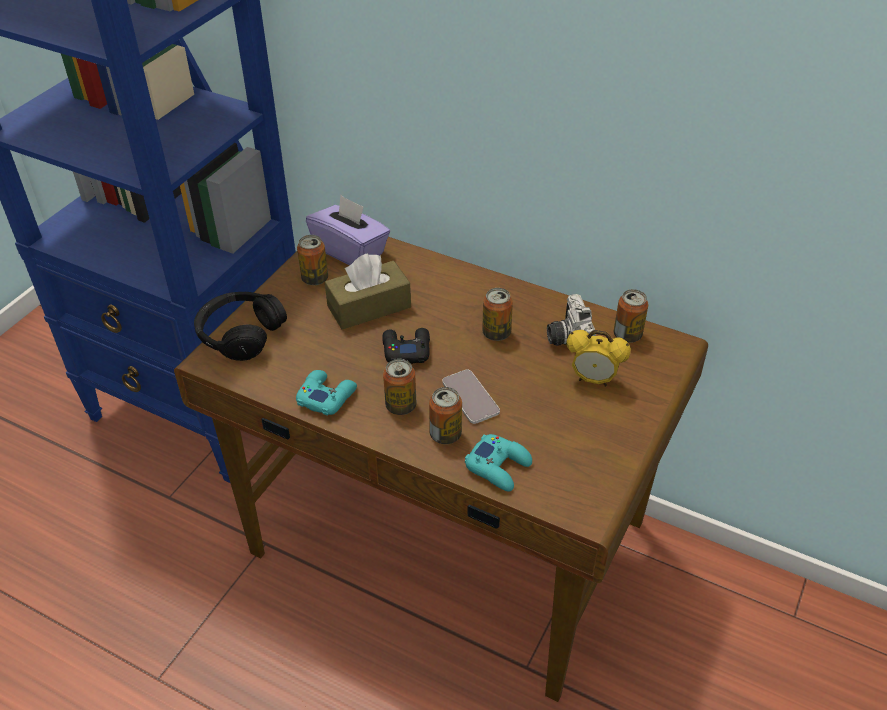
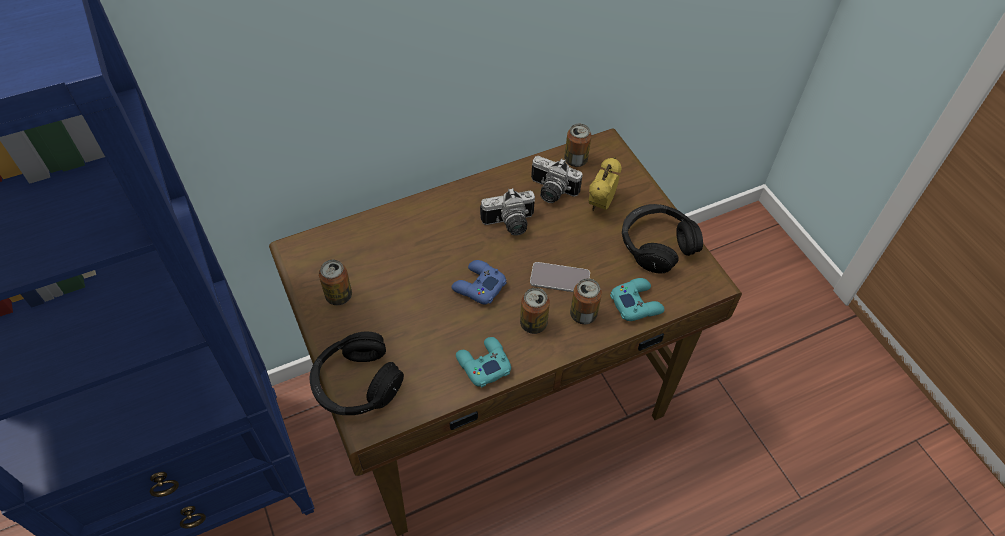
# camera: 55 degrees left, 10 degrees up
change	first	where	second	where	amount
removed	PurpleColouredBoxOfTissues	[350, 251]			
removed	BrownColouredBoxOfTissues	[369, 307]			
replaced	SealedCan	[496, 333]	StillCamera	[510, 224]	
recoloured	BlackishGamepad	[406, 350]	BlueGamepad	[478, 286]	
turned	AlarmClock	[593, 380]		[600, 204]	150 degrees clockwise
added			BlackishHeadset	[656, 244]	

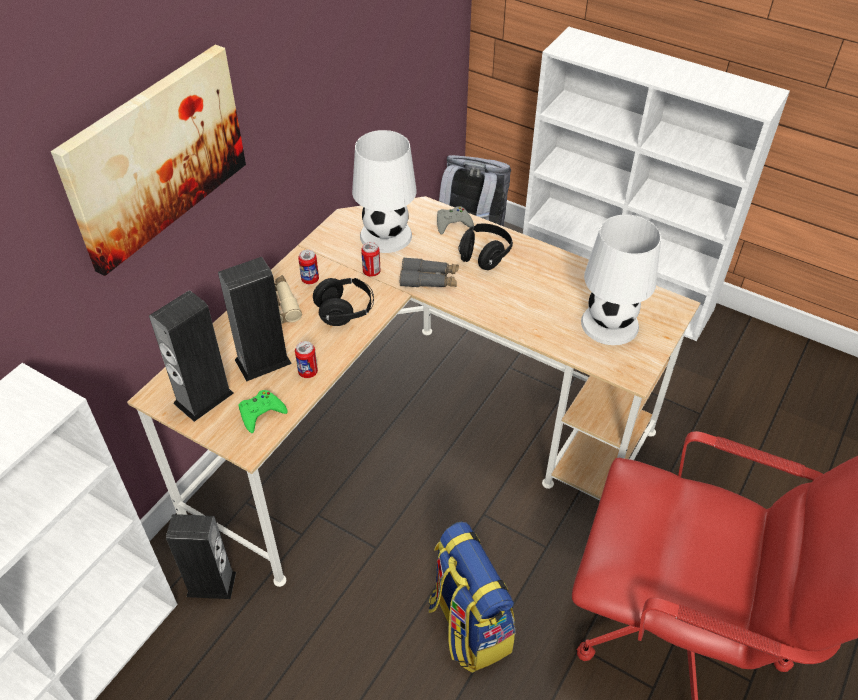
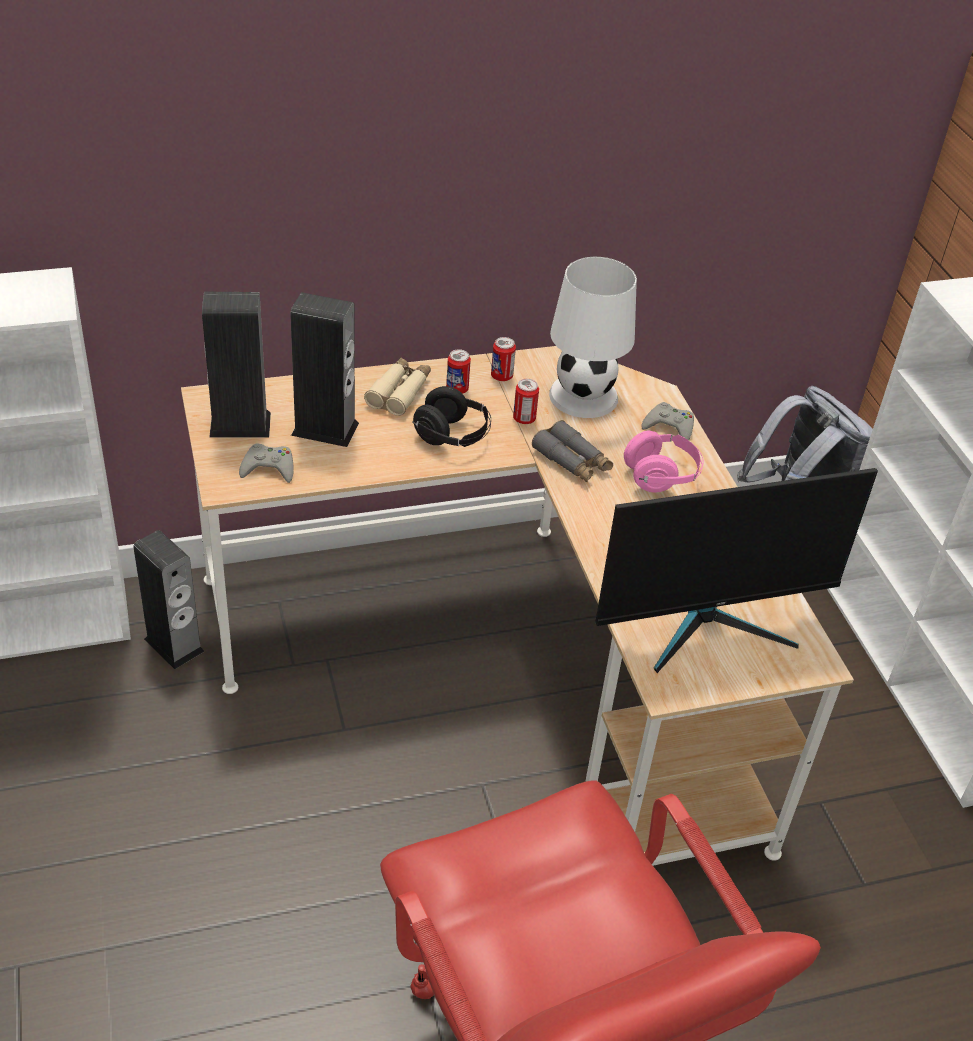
# camera: 40 degrees right, 5 degrees down
change	first	where	second	where	amount
removed	WallPicture	[155, 156]			
replaced	WhiteColouredLampForATable	[609, 323]	Monitor	[710, 624]	
recoloured	BlackishHeadset	[484, 256]	PinkishHeadset	[661, 476]	
moved	SealedCan	[308, 372]		[501, 376]	
recoloured	GreenGamepad	[261, 413]	GrayGamepad	[269, 468]	
removed	Knapsack	[468, 626]			

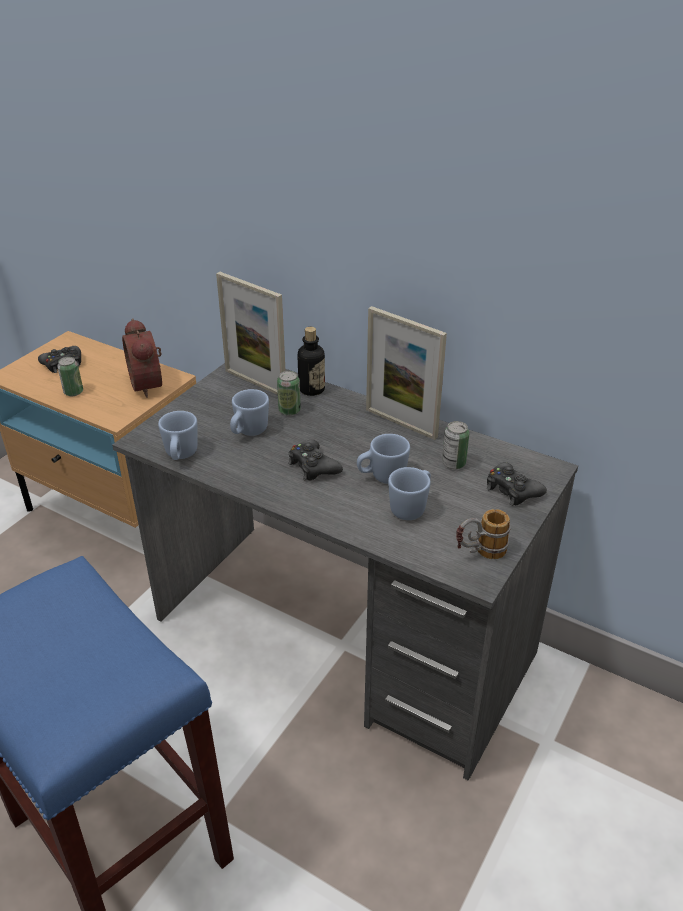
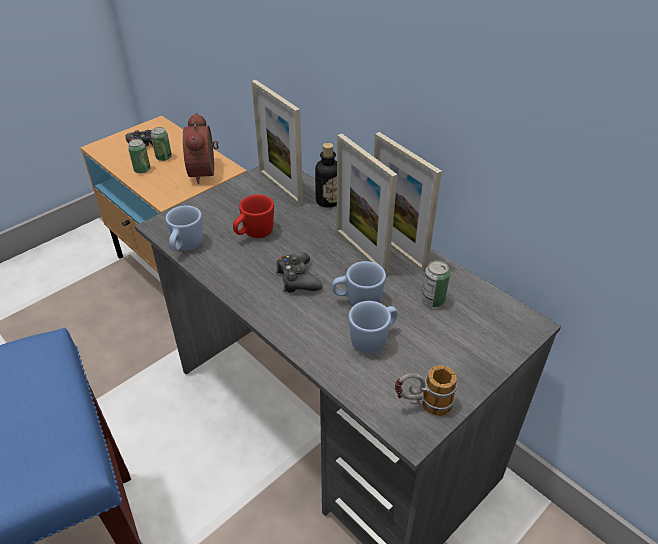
# camera: 15 degrees right, 5 degrees up
change	first	where	second	where	amount
moved	SealedCan	[289, 411]		[164, 157]	
recoloured	BlueMug	[248, 432]	ReddishMug	[254, 234]	
removed	BlackishGamepad	[512, 490]			
added			PictureFrame	[361, 251]	

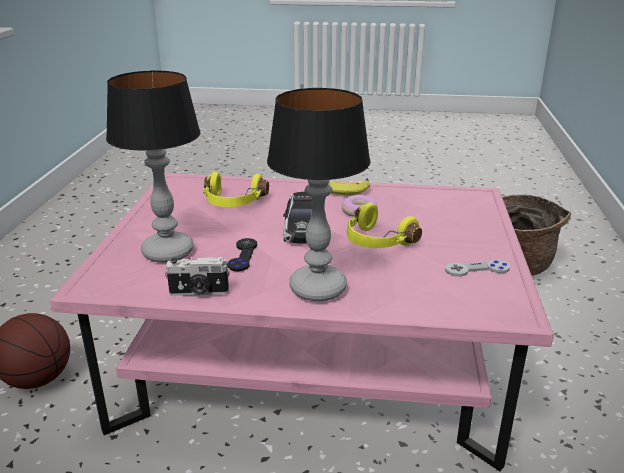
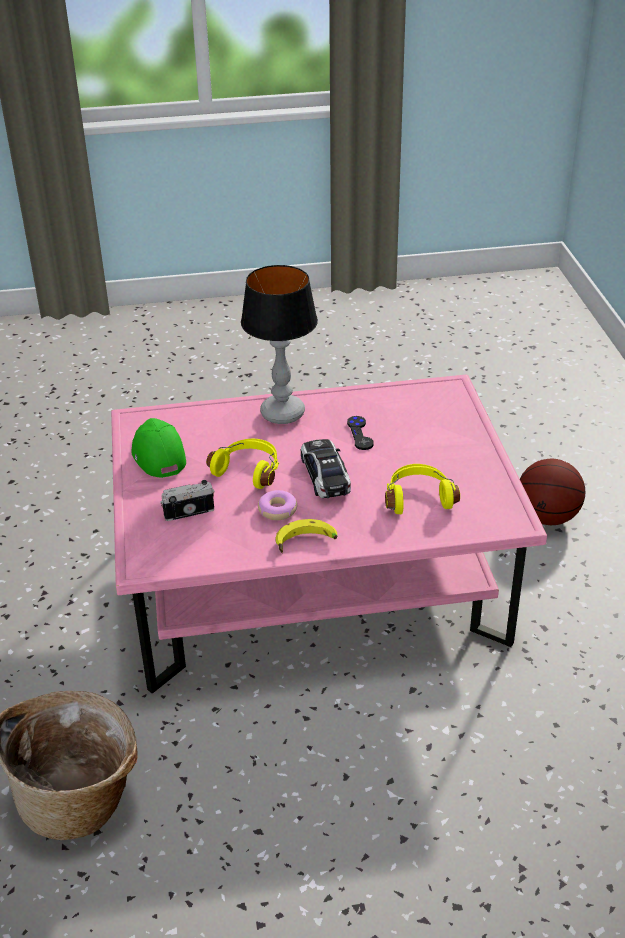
# camera: 165 degrees right, 10 degrees up
change	first	where	second	where	amount
removed	LampForATable	[167, 252]			
moved	StillCamera	[199, 292]		[188, 511]	
replaced	GrayGamepad	[477, 269]	GreenBaseballCap	[157, 455]	

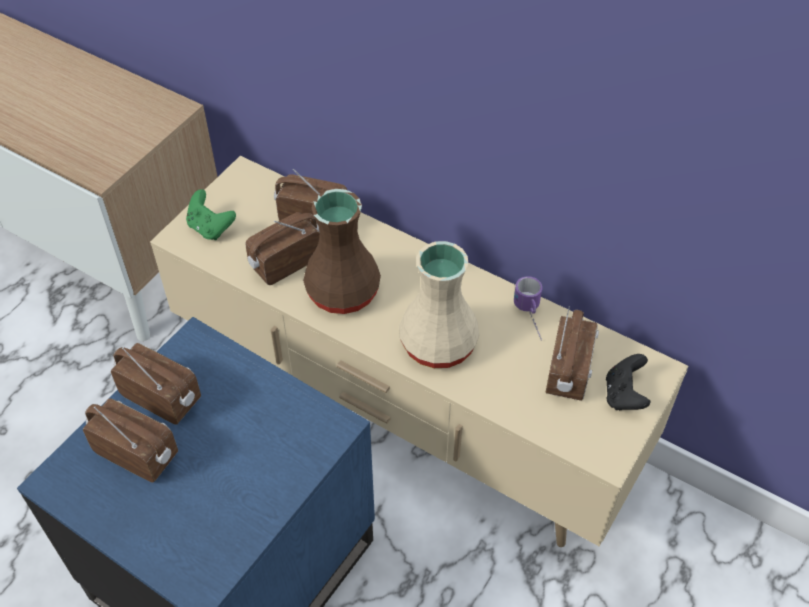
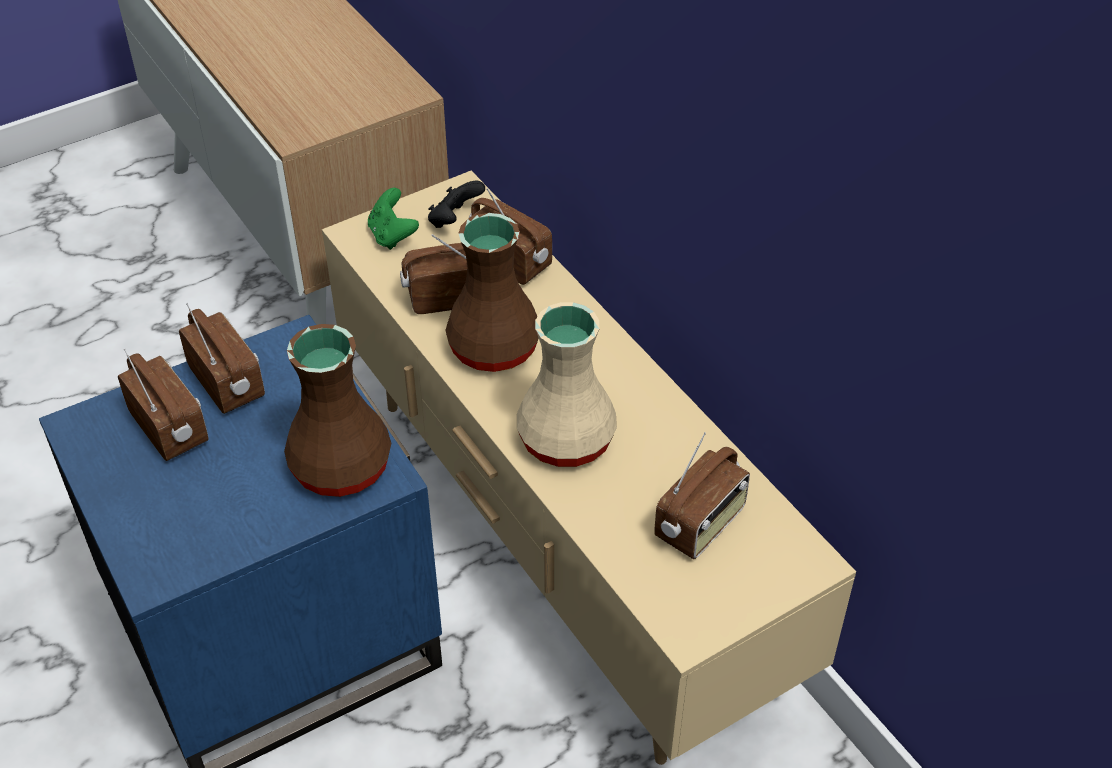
# camera: 25 degrees right, 5 degrees down
change	first	where	second	where	amount
removed	Mug	[530, 319]			
moved	BlackishGamepad	[624, 395]		[454, 220]	
added			BrownColouredFlowerVase	[340, 469]	

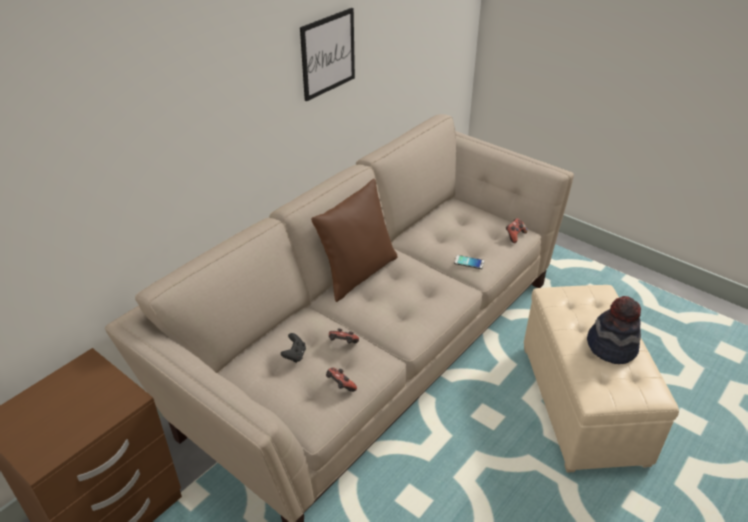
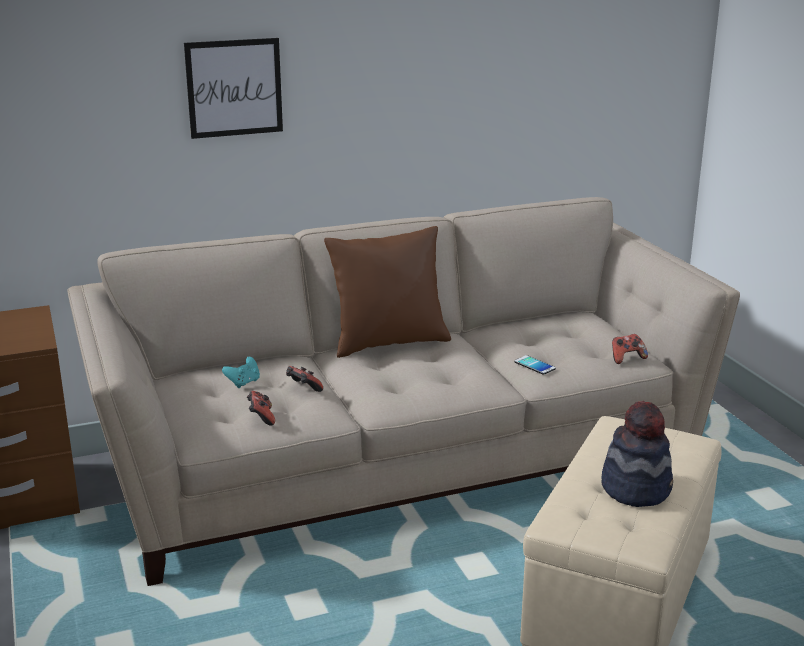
# camera: 30 degrees right, 15 degrees down
change	first	where	second	where	amount
moved	WallPicture	[328, 54]		[234, 88]	
recoloured	BlackishGamepad	[295, 355]	TurquoiseColouredGamepad	[243, 383]	

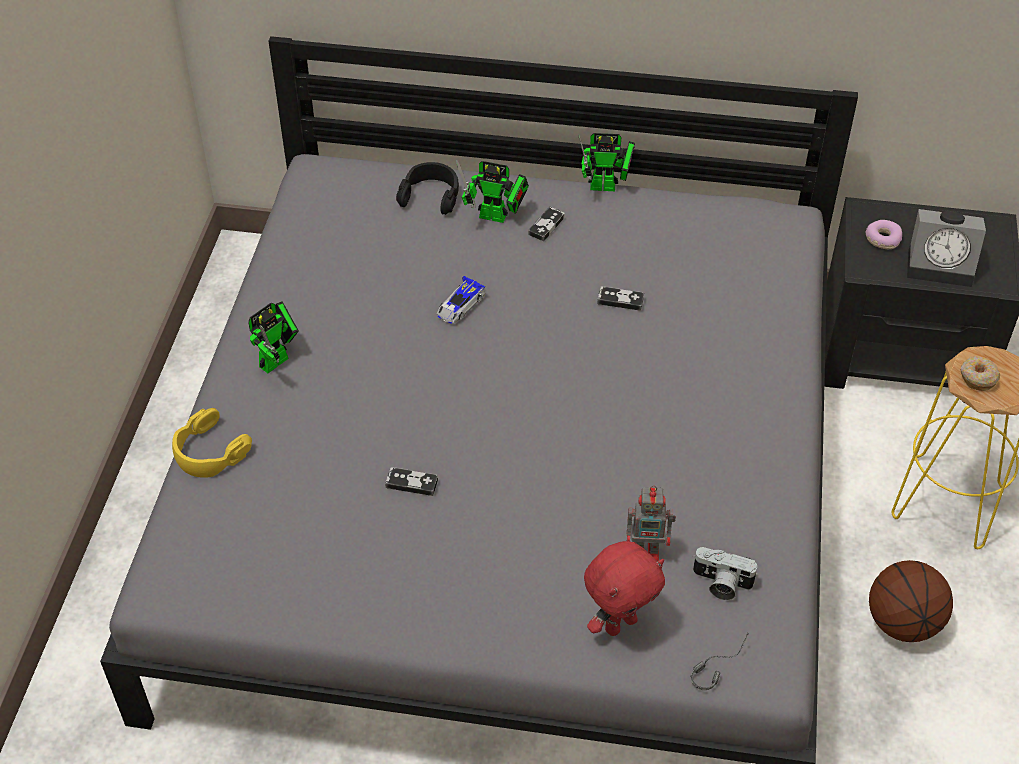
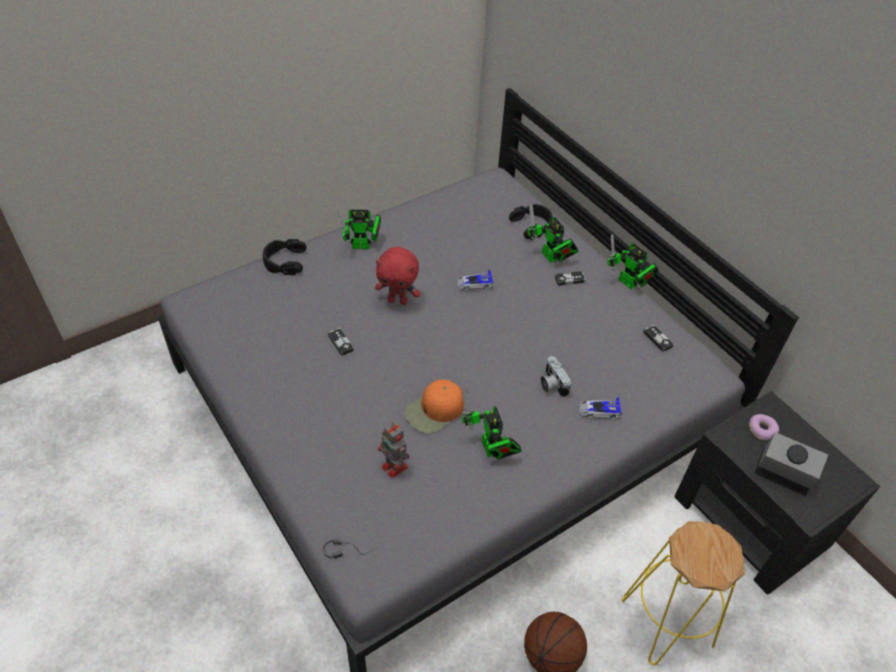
# camera: 45 degrees right, 0 degrees up
change	first	where	second	where	amount
turned	AlarmClock	[942, 265]		[781, 473]	150 degrees clockwise
moved	Gamepad	[620, 300]		[657, 339]	
removed	Donut	[977, 378]			
recoloured	YellowishHeadset	[209, 452]	BlackishHeadset	[284, 261]	
moved	ReddishSoftToy	[620, 623]		[398, 301]	
moved	StillCamera	[720, 584]		[551, 384]	
added			OrangeColouredBaseballCap	[435, 411]	
added			RobotFigure	[490, 450]	
added			MiniatureCar	[599, 411]	

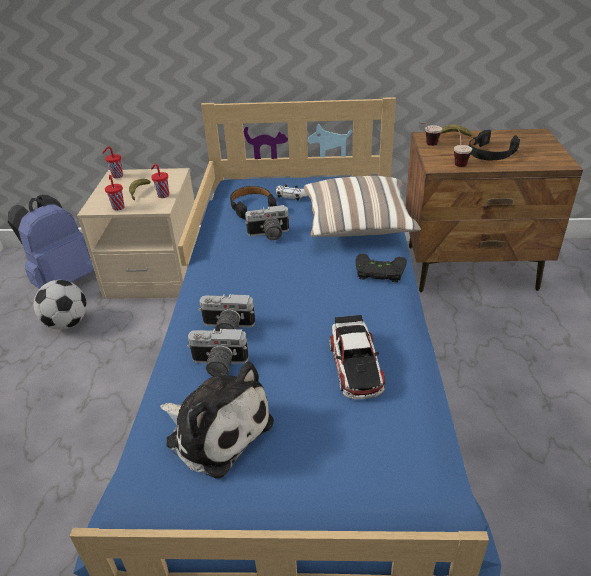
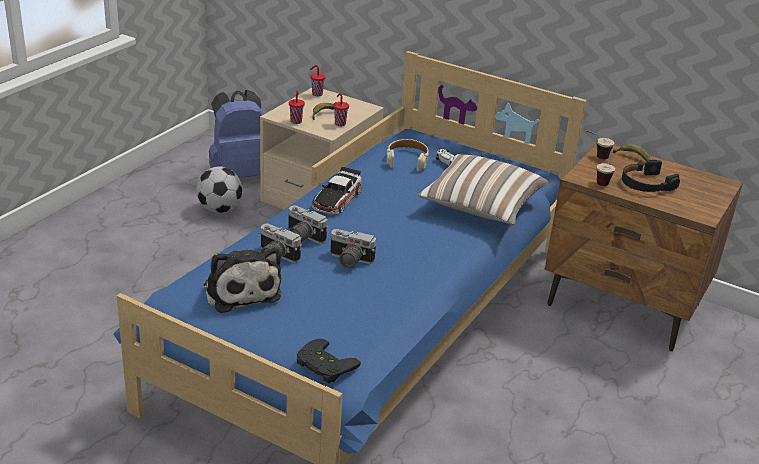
# camera: 25 degrees right, 5 degrees down
change	first	where	second	where	amount
recoloured	BlackishHeadset	[252, 207]	BeigeHeadset	[407, 160]	
moved	StillCamera	[269, 235]		[349, 261]	
moved	BlackishGamepad	[379, 272]		[323, 366]	
moved	MiniatureCar	[355, 365]		[337, 199]	

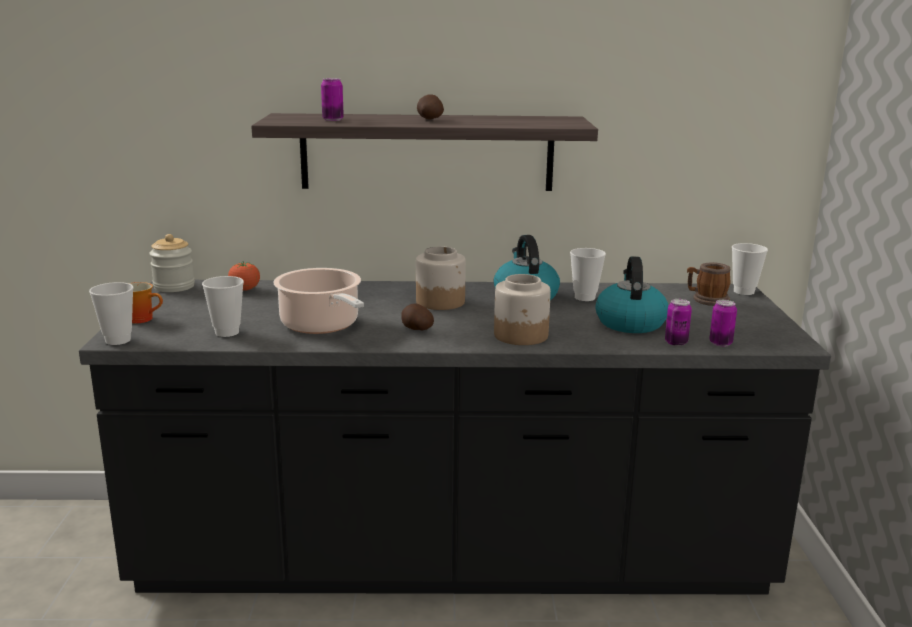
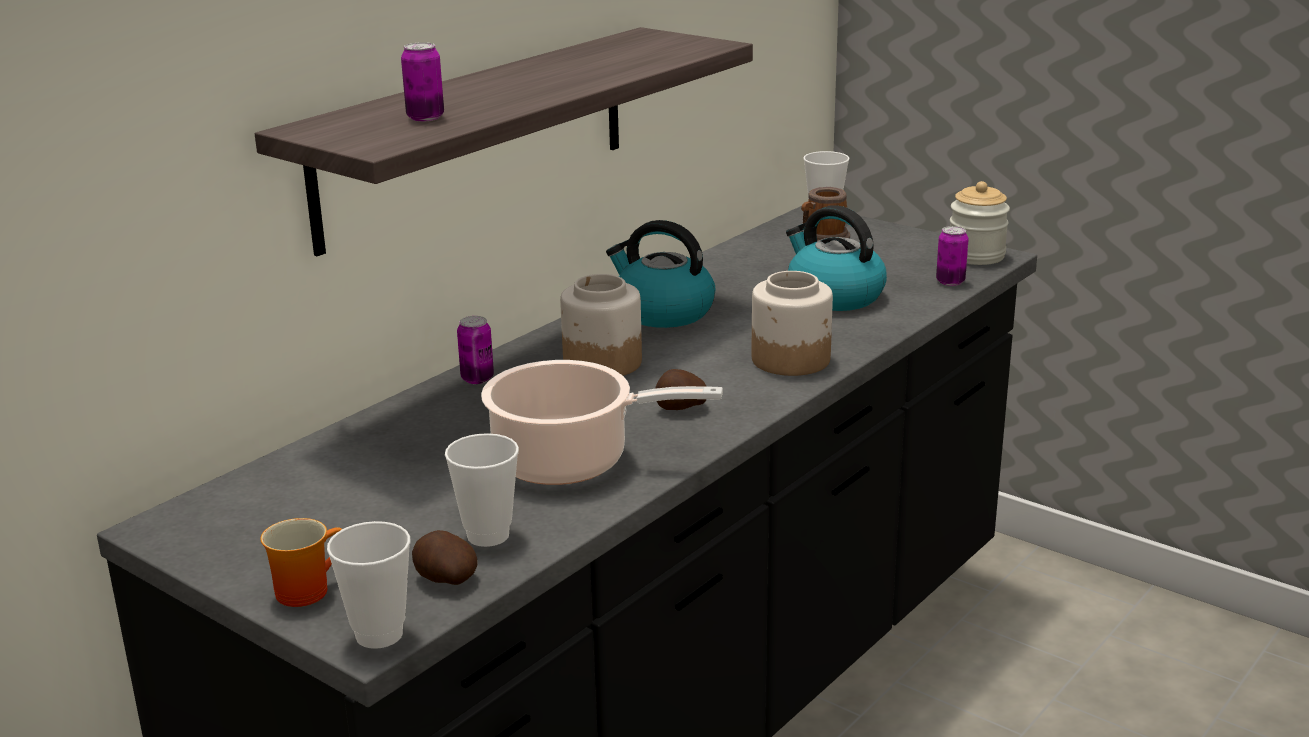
# camera: 50 degrees left, 5 degrees up
change	first	where	second	where	amount
moved	Potato	[429, 119]		[445, 580]	
moved	Jar	[174, 286]		[976, 256]	
removed	SmallCup	[585, 297]			
removed	WholeTomato	[245, 290]			
moved	SealedCan	[676, 342]		[477, 379]	

